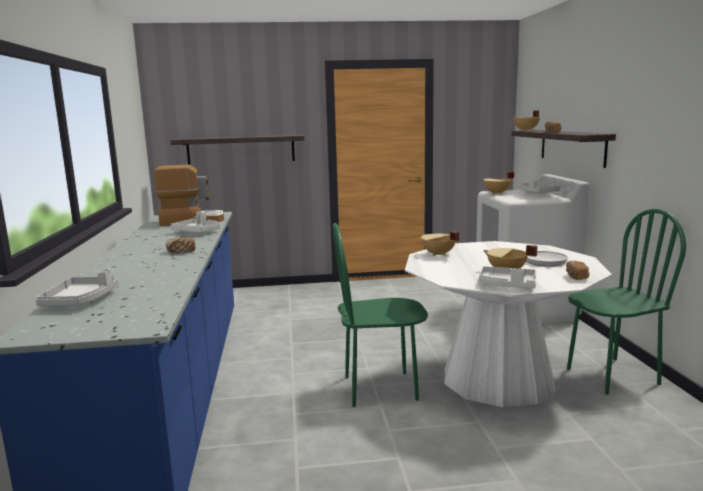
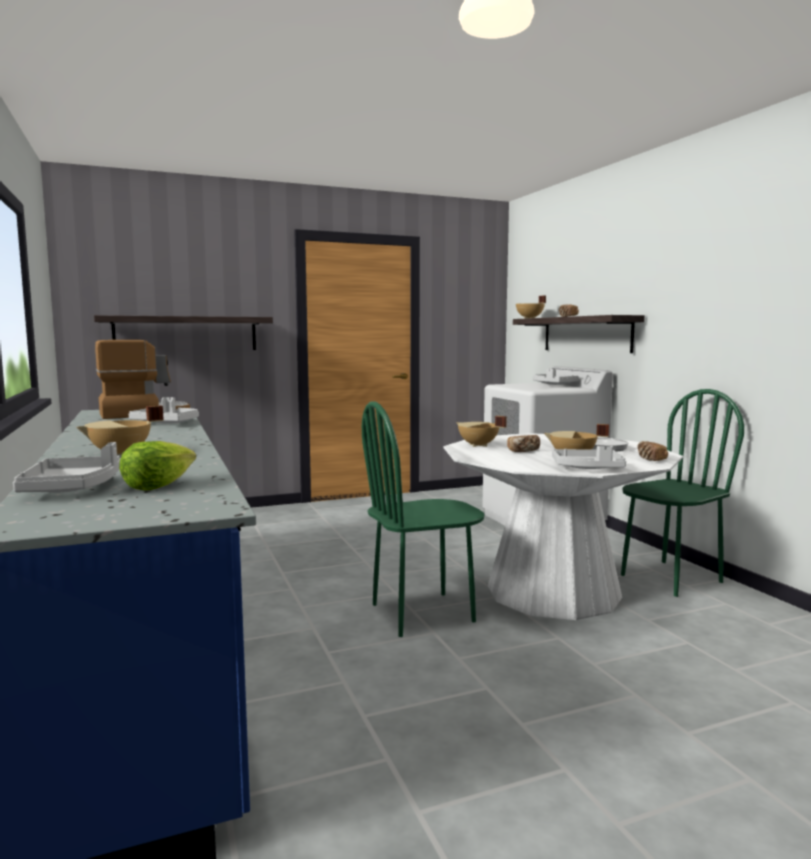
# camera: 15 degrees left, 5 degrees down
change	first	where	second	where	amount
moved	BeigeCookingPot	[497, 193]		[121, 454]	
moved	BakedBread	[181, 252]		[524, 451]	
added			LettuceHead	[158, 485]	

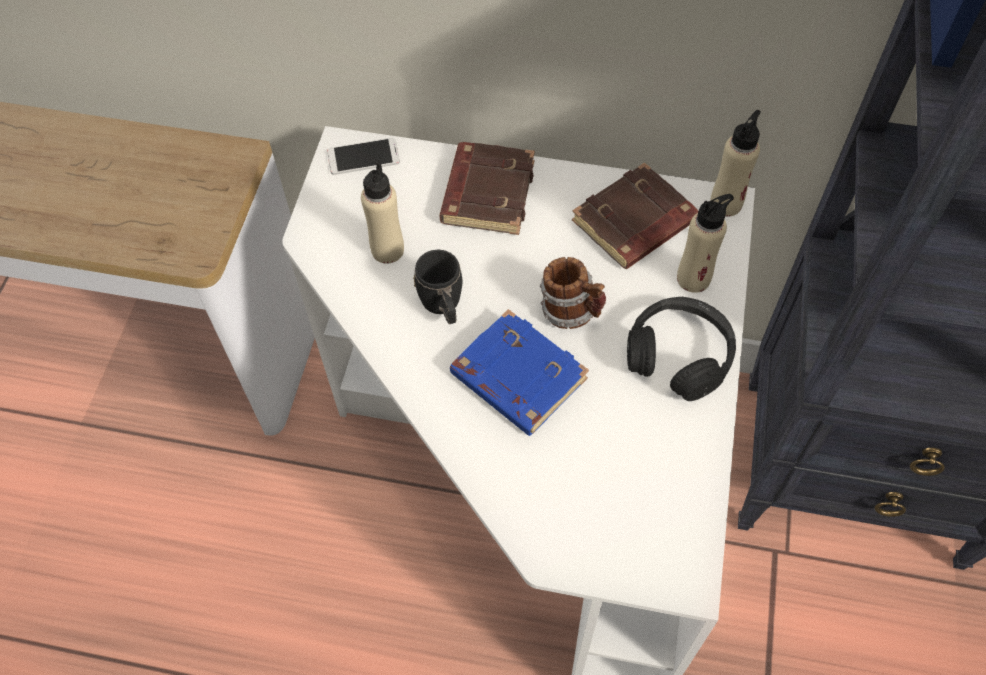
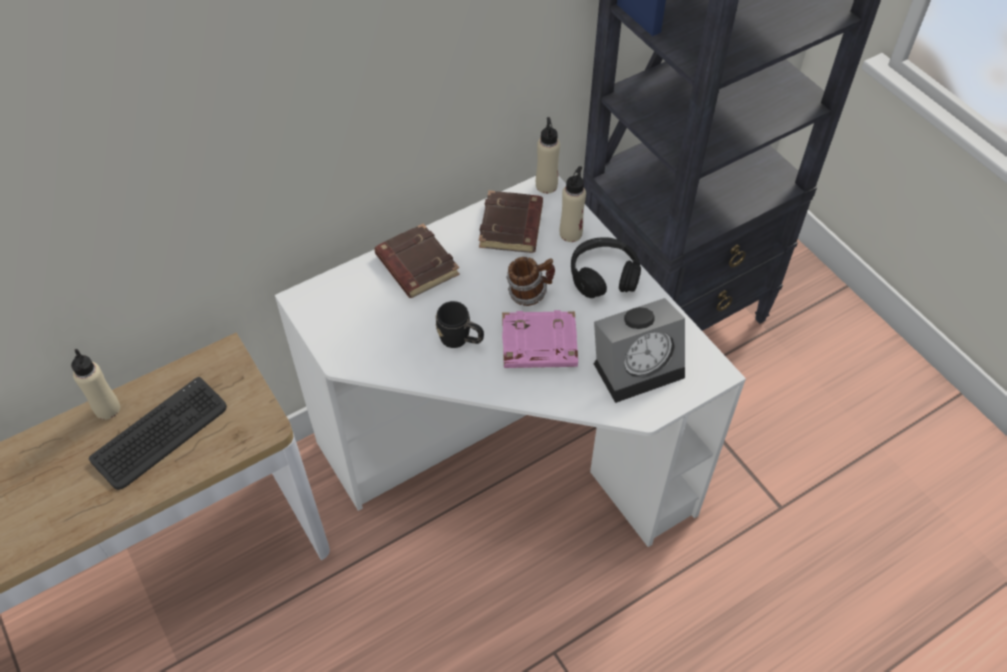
# camera: 45 degrees left, 5 degrees down
change	first	where	second	where	amount
removed	Phone	[363, 157]			
moved	BeigeDrinkBottle	[387, 250]		[107, 409]	
recoloured	BlueBoundBook	[516, 378]	PinkishBoundBook	[538, 345]	
added			AlarmClock	[639, 366]	
added			Keyboard	[161, 434]	

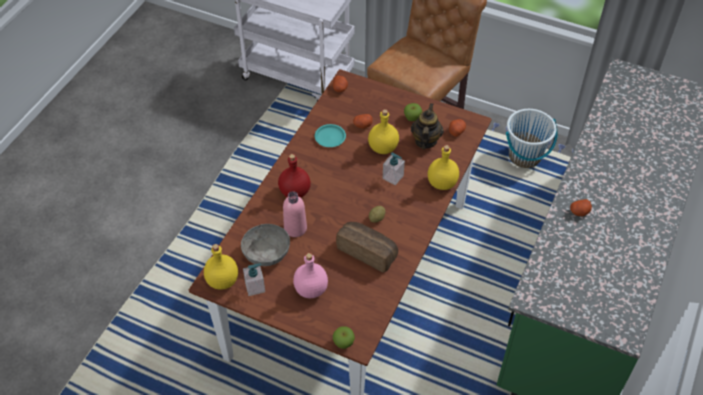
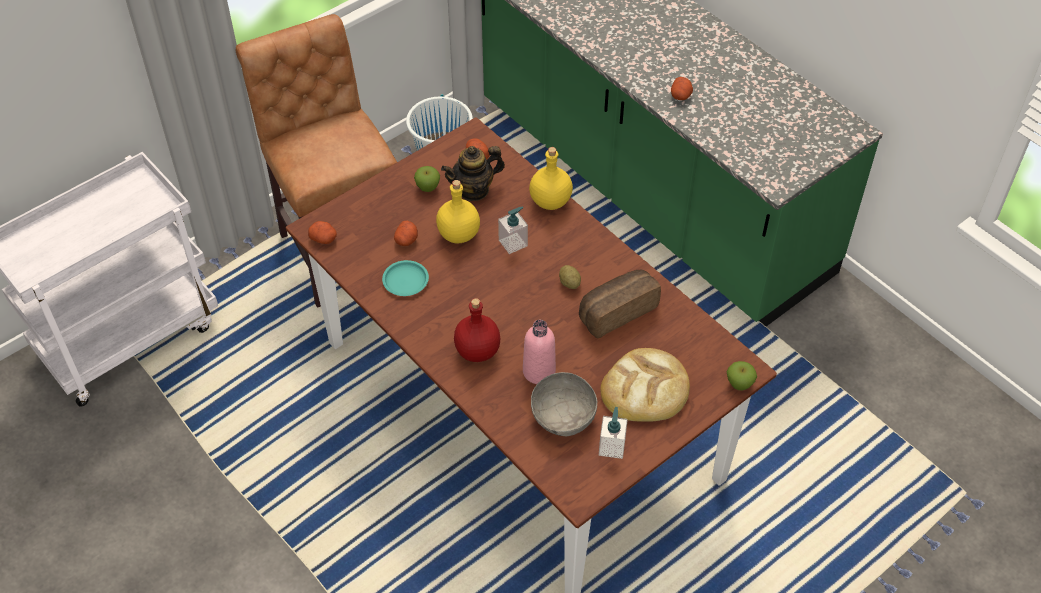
# camera: 65 degrees left, 0 degrees up
change	first	where	second	where	amount
turned	TeaPot	[425, 141]		[474, 190]	60 degrees counterclockwise
removed	YellowishDrinkBottle	[222, 280]			
replaced	PinkishDrinkBottle	[311, 290]	BakedBread	[645, 389]	

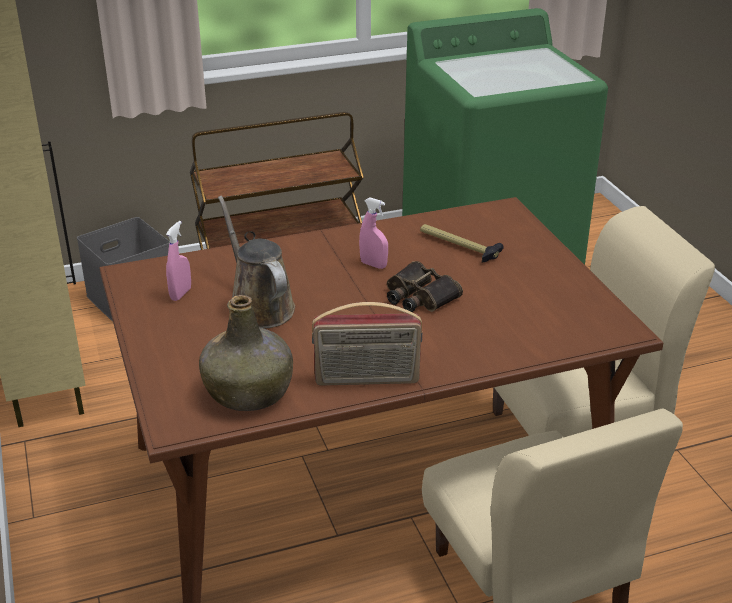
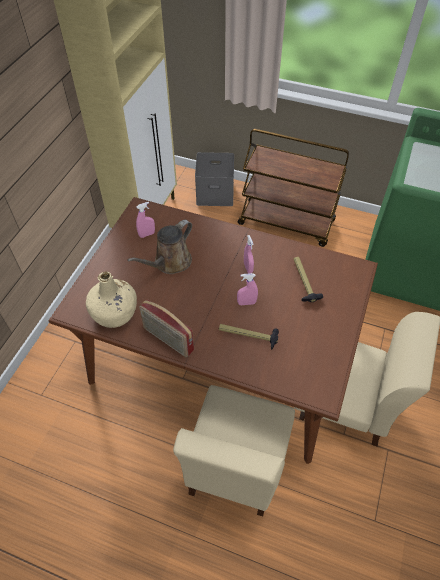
# camera: 40 degrees right, 20 degrees up
change	first	where	second	where	amount
turned	BrownColouredSprinklingCan	[258, 306]		[170, 263]	150 degrees counterclockwise
replaced	PairOfBinoculars	[418, 296]	PinkishSprayer	[246, 303]	
recoloured	GreenDrinkBottle	[249, 391]	BeigeDrinkBottle	[115, 312]	
added			Hammer	[248, 335]	

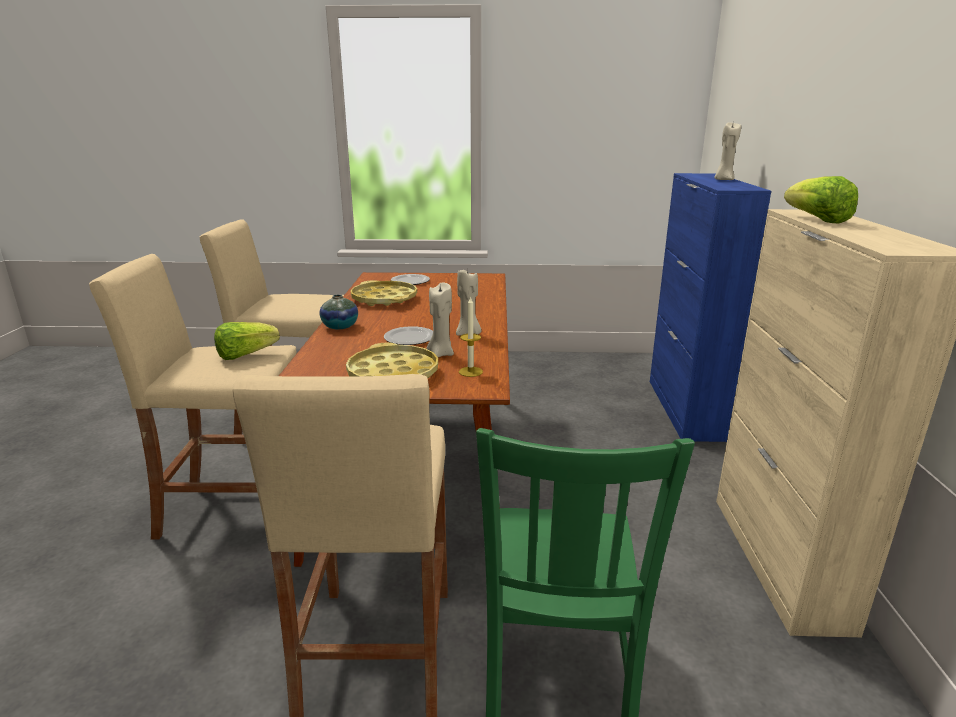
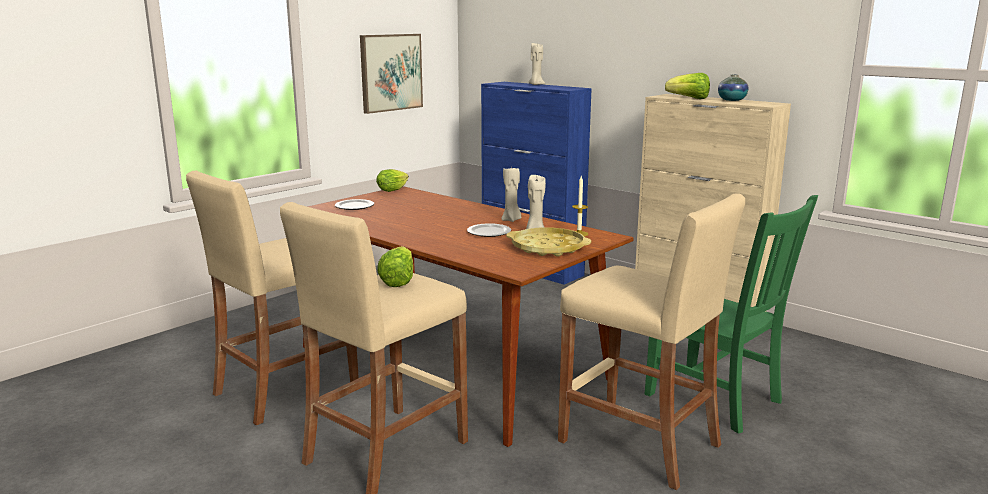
# camera: 50 degrees left, 5 degrees down
change	first	where	second	where	amount
removed	YellowishServingTray	[384, 299]			
moved	FlowerVase	[340, 326]		[732, 100]	
added			WallPicture	[391, 72]	
added			LettuceHead	[394, 189]	

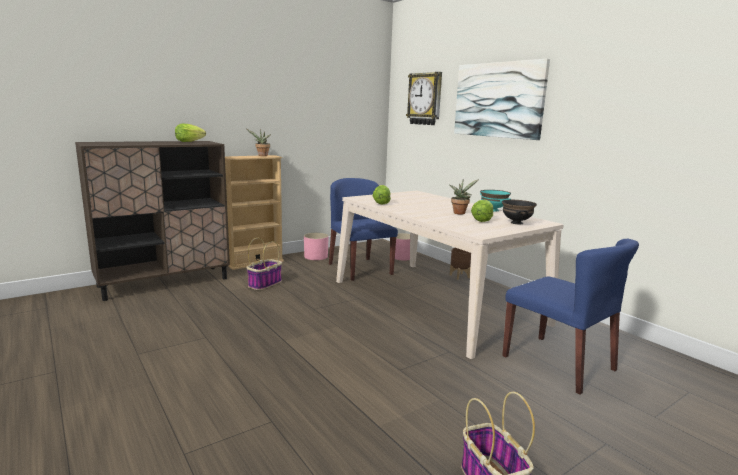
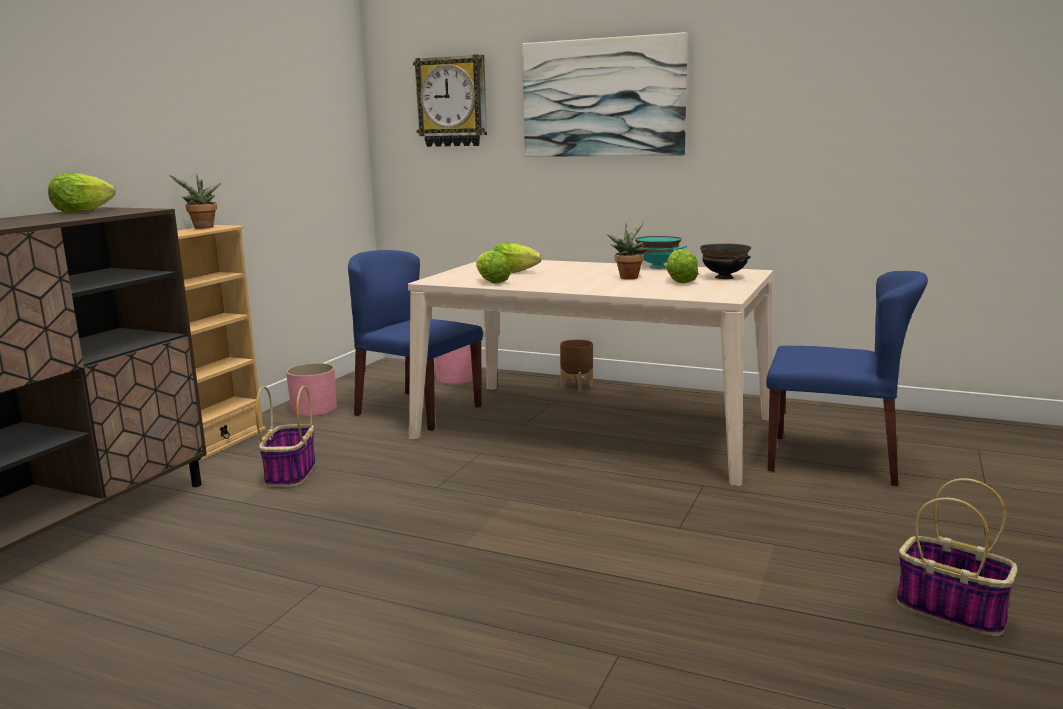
# camera: 30 degrees left, 0 degrees up
change	first	where	second	where	amount
added			LettuceHead	[514, 272]	

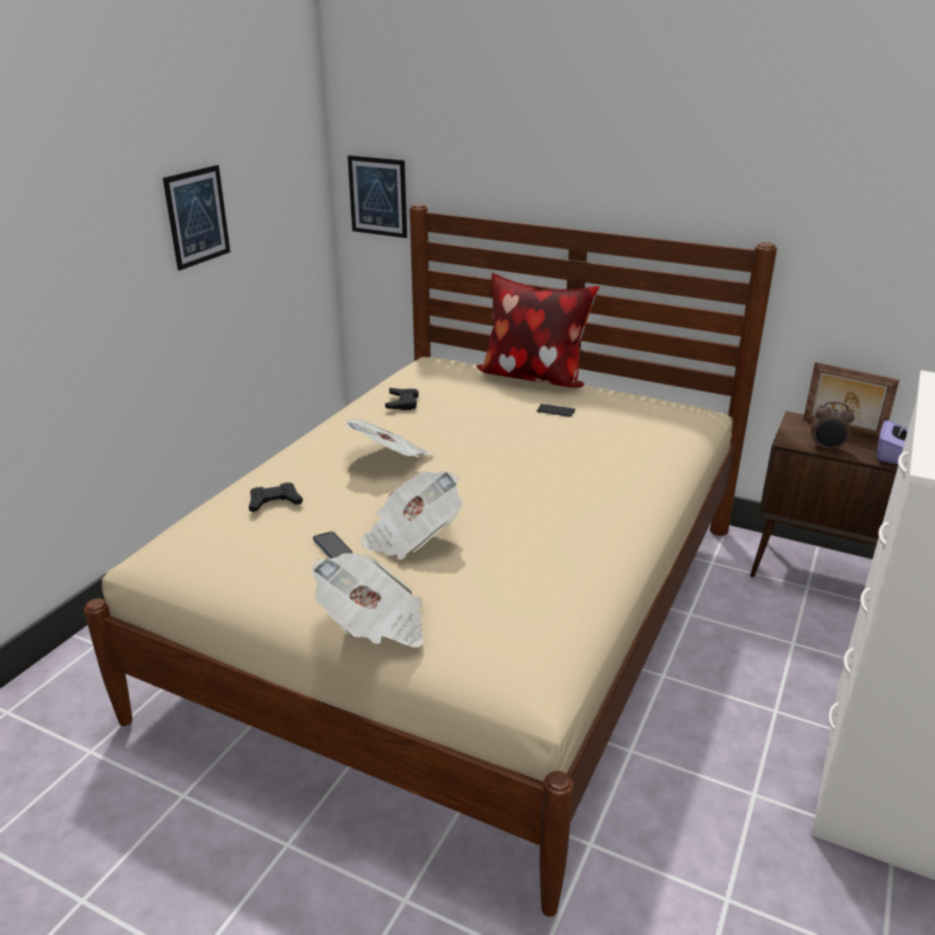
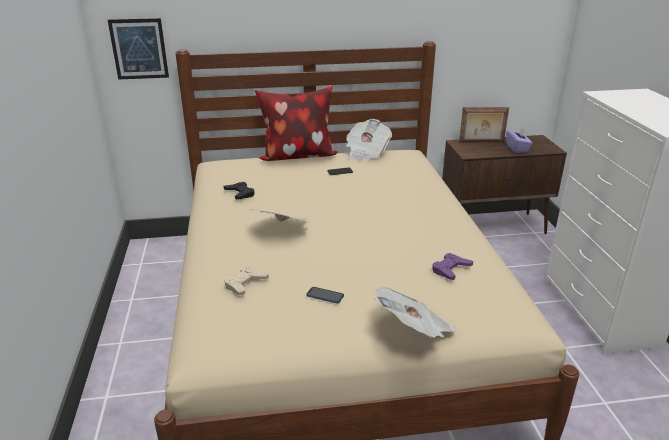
# camera: 35 degrees left, 0 degrees up
change	first	where	second	where	amount
removed	WallPicture	[197, 217]			
removed	AlarmClock	[826, 448]			
moved	Newspaper	[411, 537]		[366, 152]	
recoloured	BlackishGamepad	[274, 502]	BeigeGamepad	[245, 284]	
added			PurpleColouredGamepad	[450, 269]	

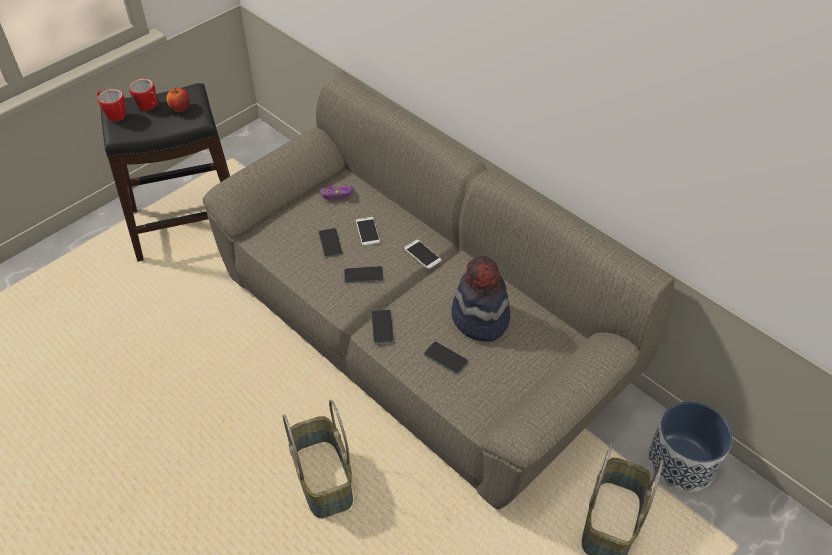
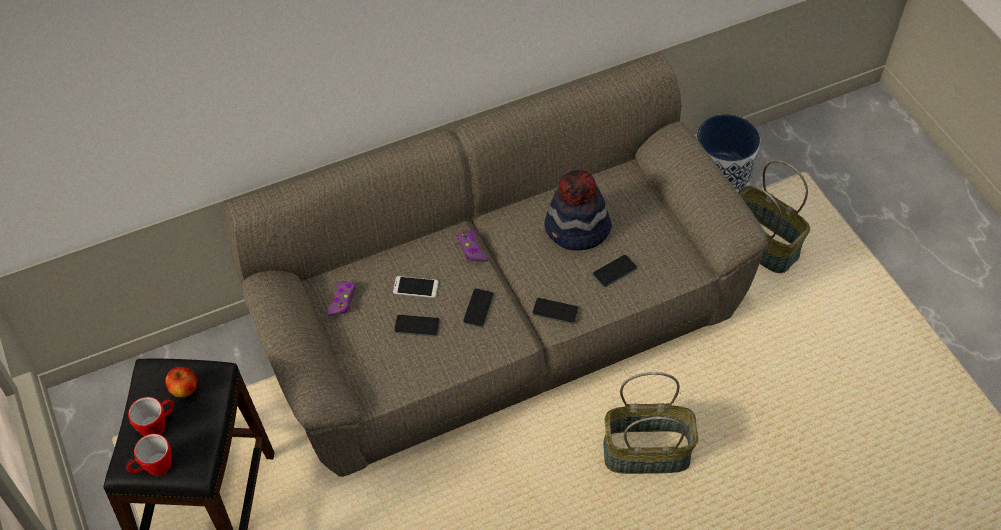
# camera: 70 degrees left, 5 degrees up
change	first	where	second	where	amount
replaced	Phone	[422, 254]	PurpleColouredGamepad	[472, 249]	

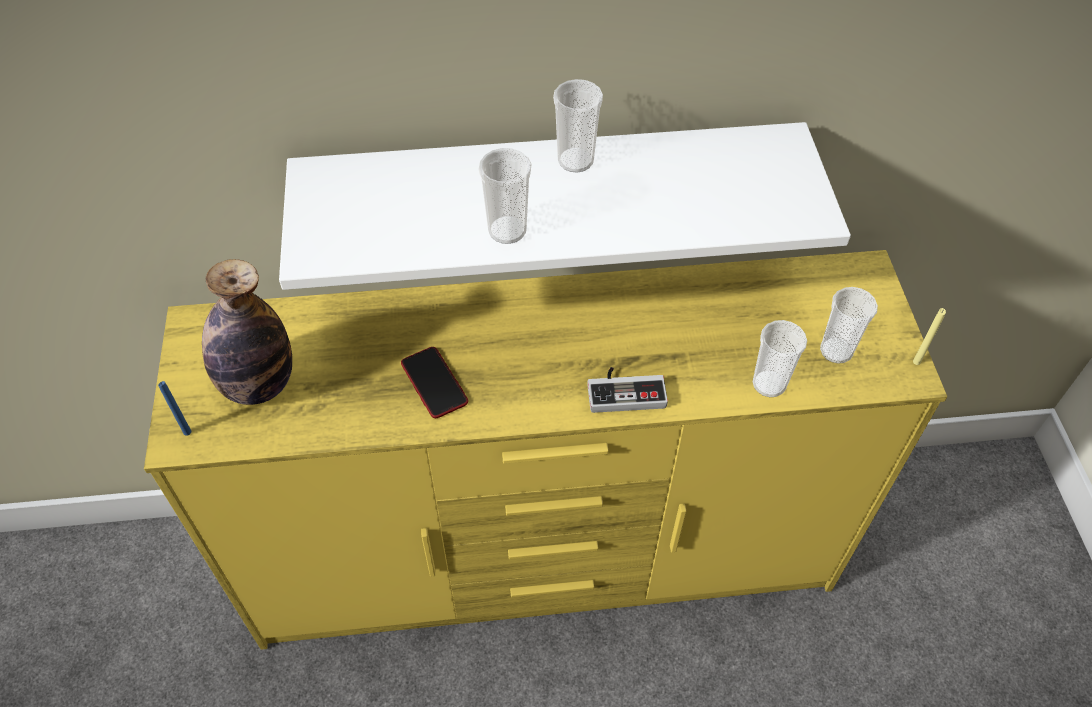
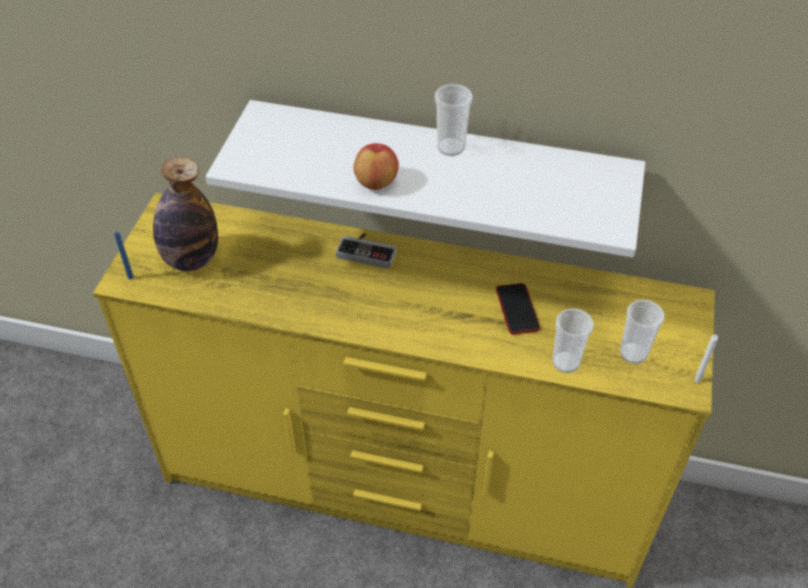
# camera: 20 degrees right, 5 degrees down
change	first	where	second	where	amount
replaced	SmallCup	[507, 230]	Apple	[376, 182]	
recoloured	YellowishWaxCandle	[916, 362]	WhiteColouredWaxCandle	[697, 380]	
moved	Phone	[434, 383]		[517, 309]	
moved	Gamepad	[625, 390]		[368, 251]	

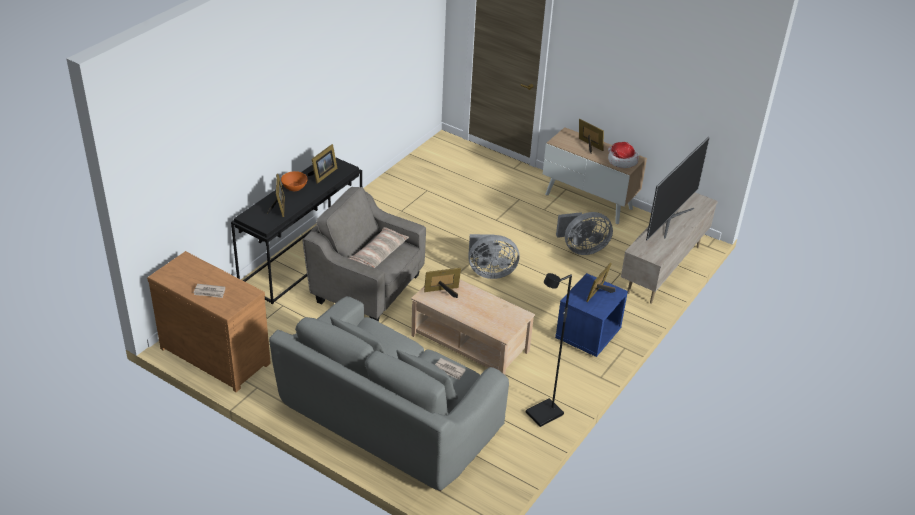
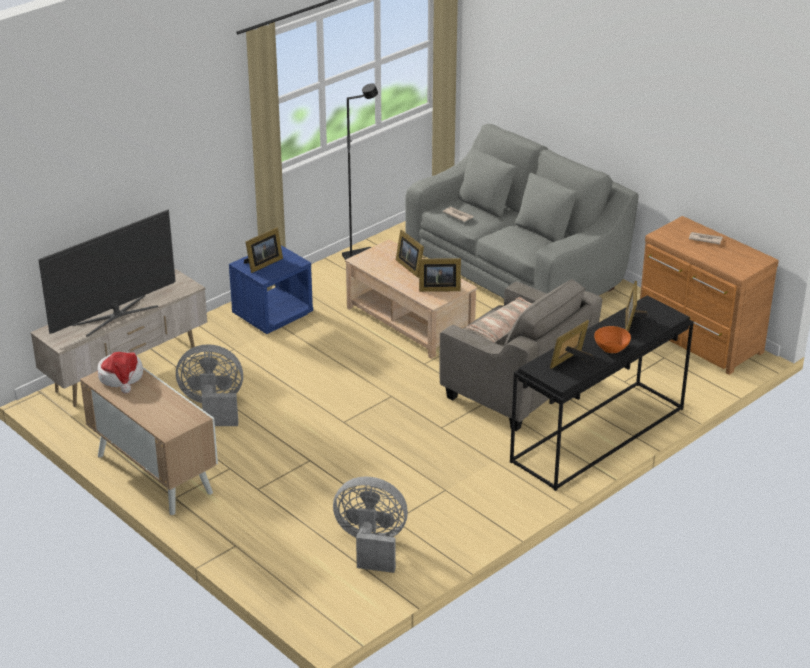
# camera: 165 degrees left, 5 degrees down
change	first	where	second	where	amount
moved	PictureFrame	[589, 146]		[410, 266]	
moved	GrayElectricFan	[490, 272]		[371, 545]	

